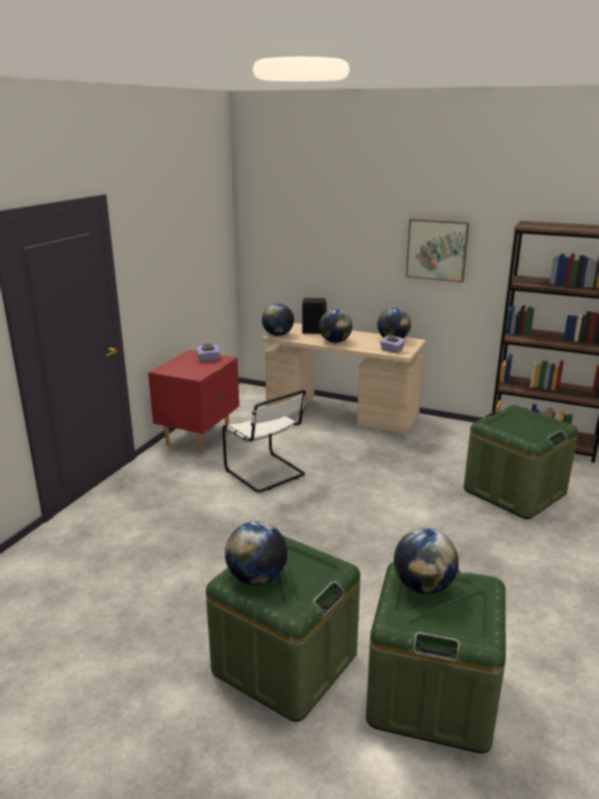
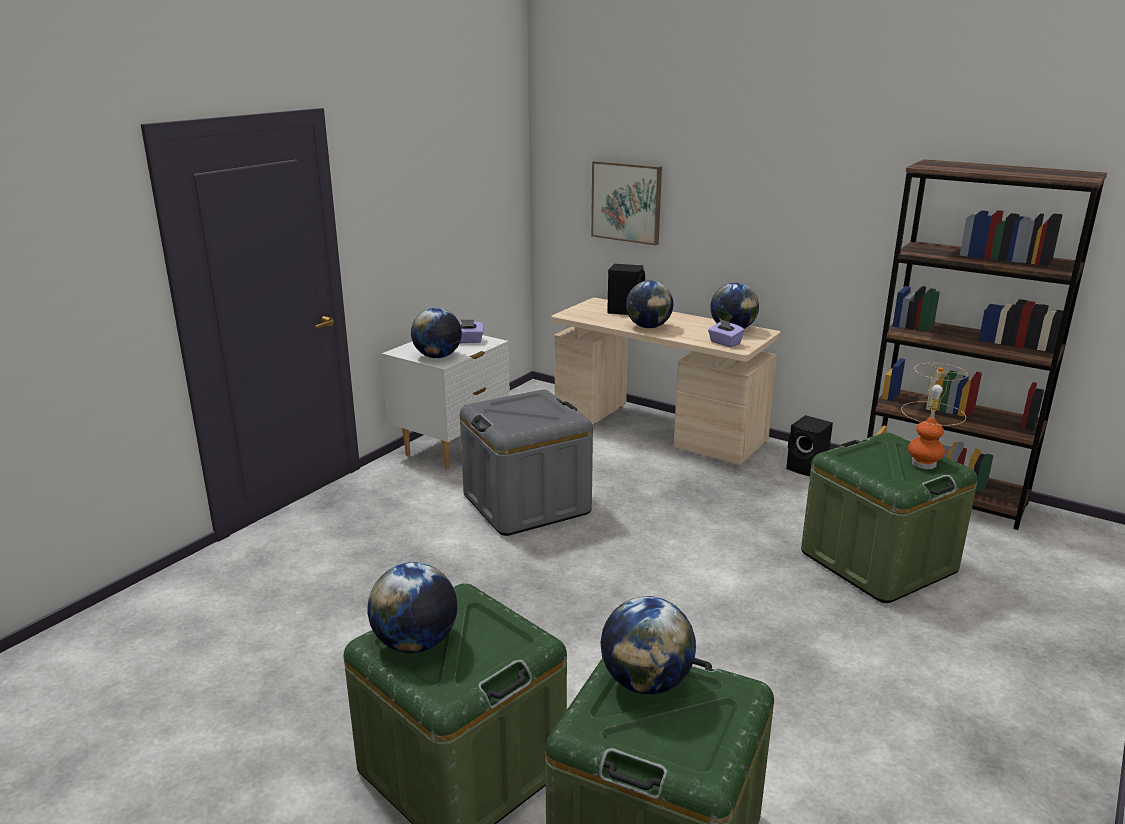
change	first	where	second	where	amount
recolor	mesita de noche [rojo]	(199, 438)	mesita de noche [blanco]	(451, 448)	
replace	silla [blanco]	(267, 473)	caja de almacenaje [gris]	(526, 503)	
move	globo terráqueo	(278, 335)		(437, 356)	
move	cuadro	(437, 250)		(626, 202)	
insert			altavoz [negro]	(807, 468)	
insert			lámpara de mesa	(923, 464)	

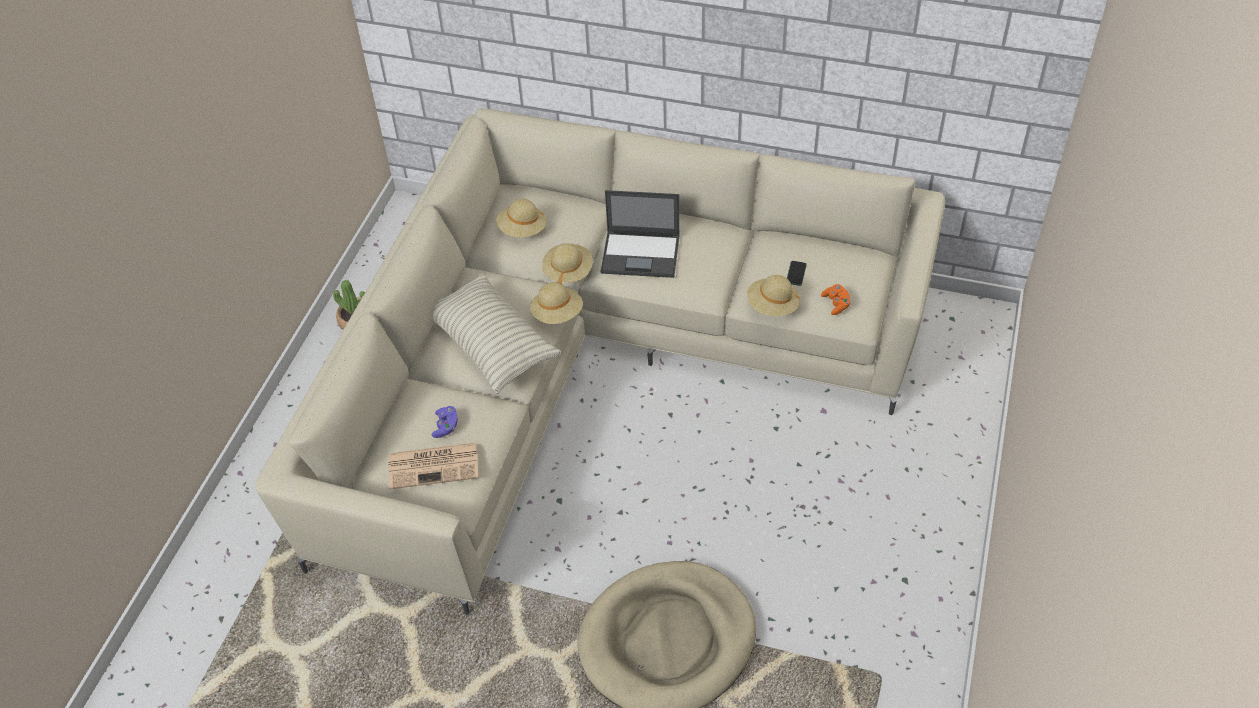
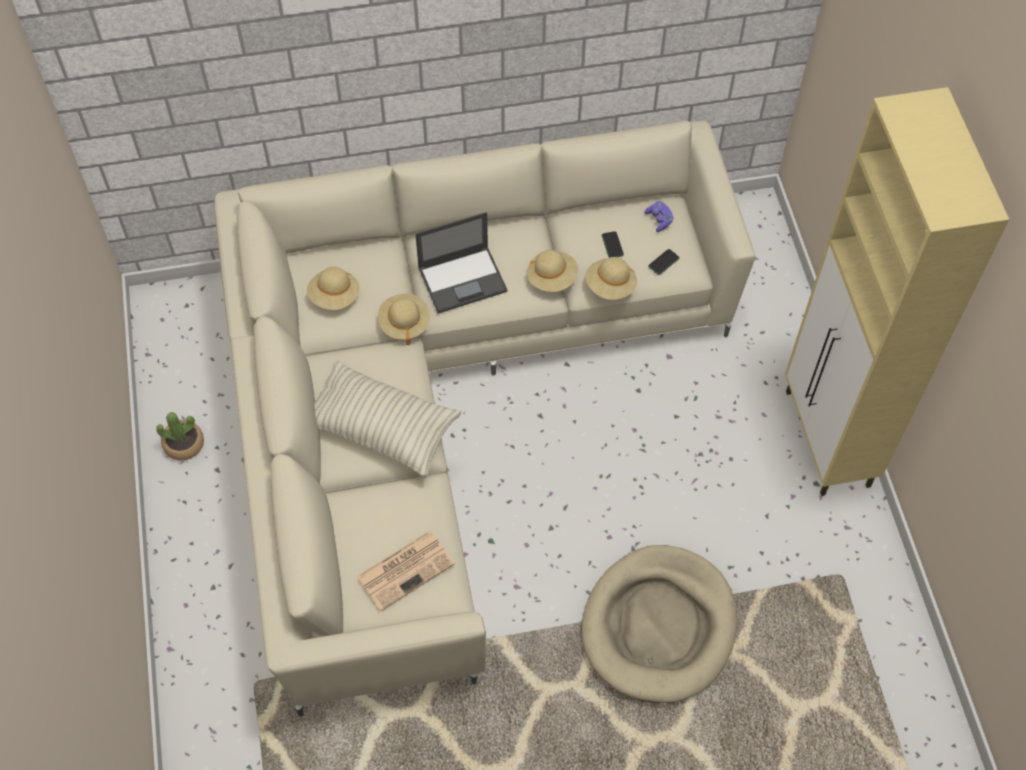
change	first	where	second	where	amount
move	mando de consola [morado]	(446, 426)		(659, 220)	
move	sombrero [beis]	(557, 314)		(552, 278)	
replace	mando de consola [naranja]	(836, 304)	móvil	(663, 262)	
insert			armario [beis]	(827, 440)	

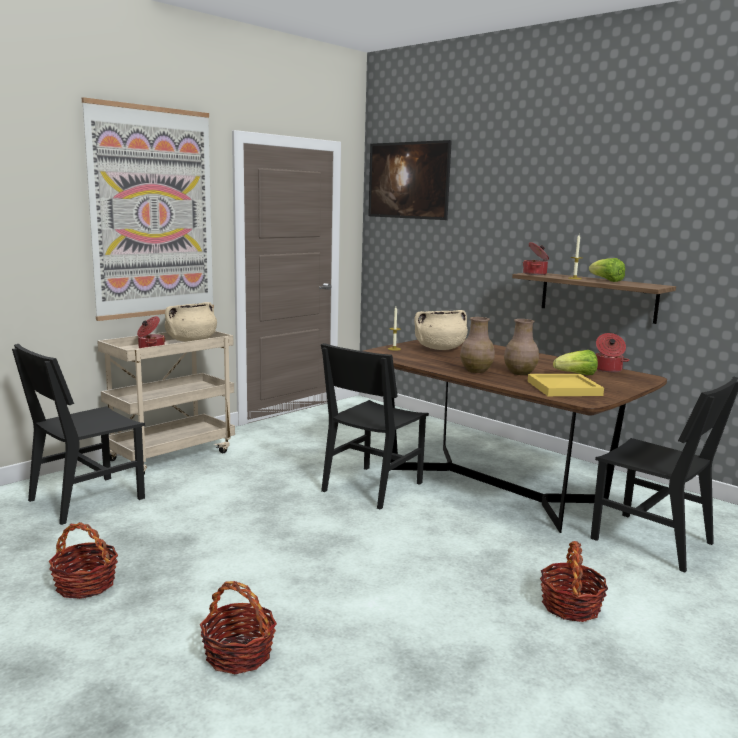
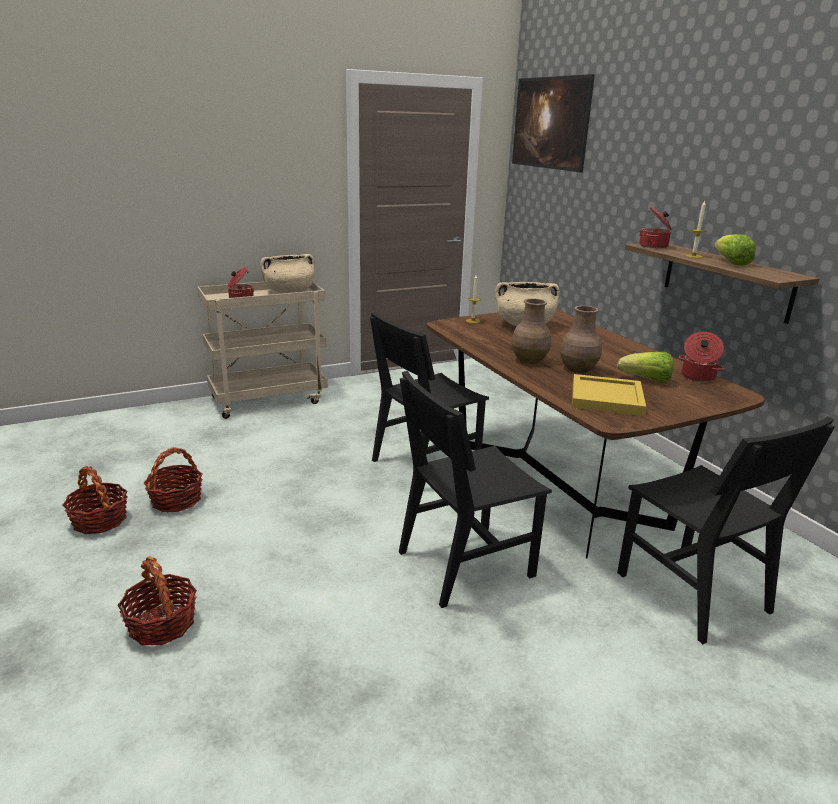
change	first	where	second	where	amount
move	silla [negro]	(86, 499)		(465, 563)	
delete	cuadro	(153, 213)			
move	cesta	(570, 606)		(176, 500)	

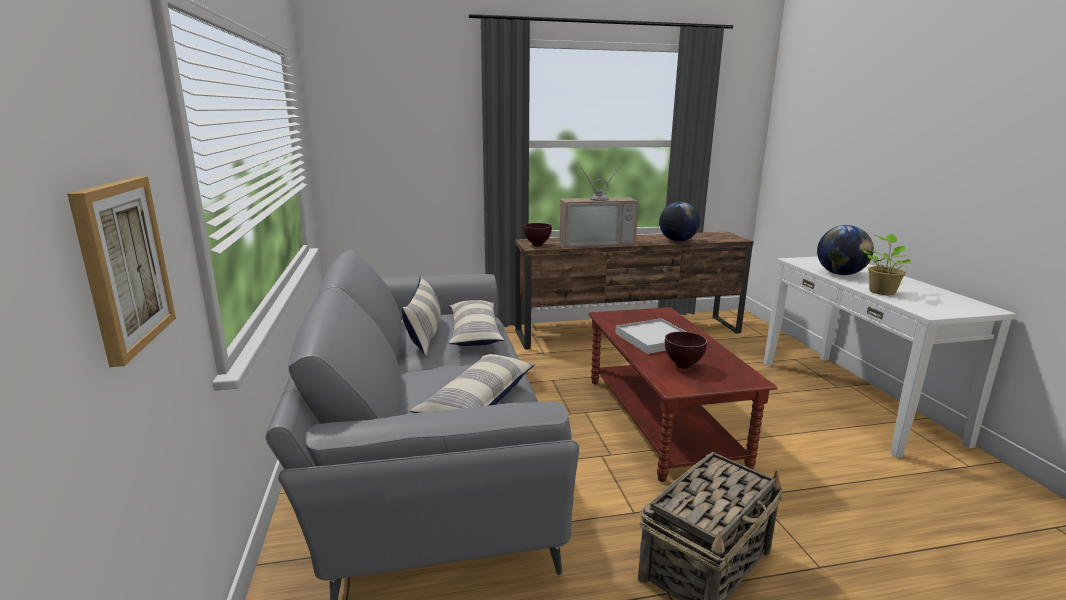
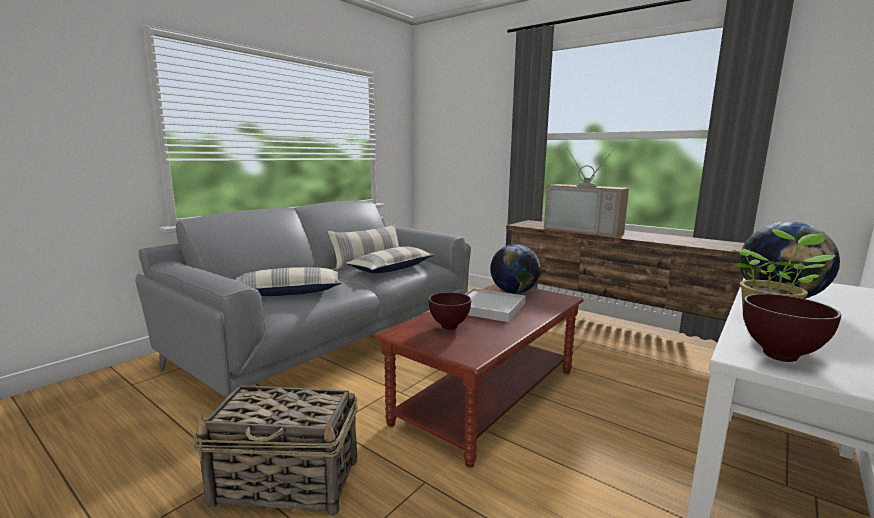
change	first	where	second	where	amount
delete	cuadro	(122, 265)			
move	cuenco [marrón]	(537, 245)		(780, 356)	
move	globo terráqueo	(677, 241)		(513, 292)	

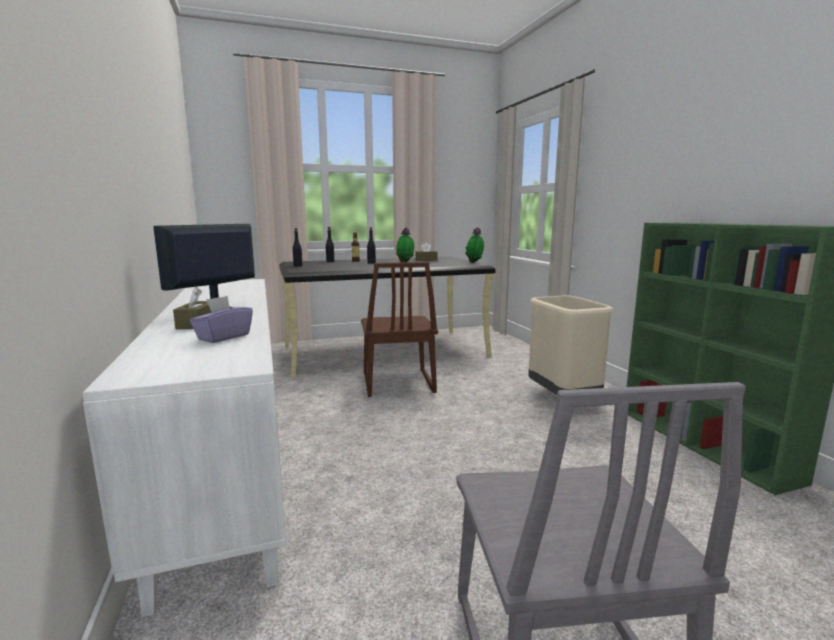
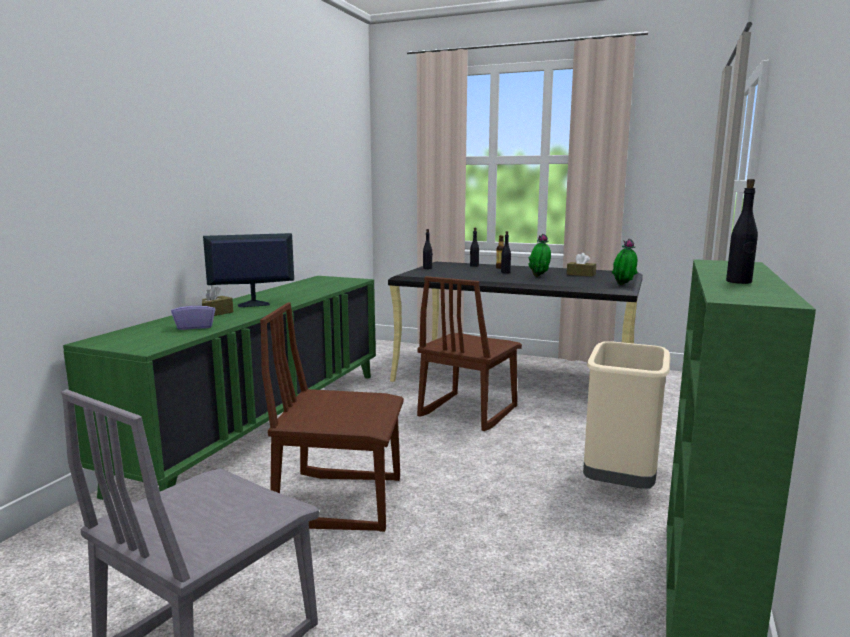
change	first	where	second	where	amount
recolor	armario [blanco]	(229, 449)	armario [verde]	(264, 423)	
insert			silla [marrón]	(340, 500)	
insert			botella [negro]	(739, 282)	

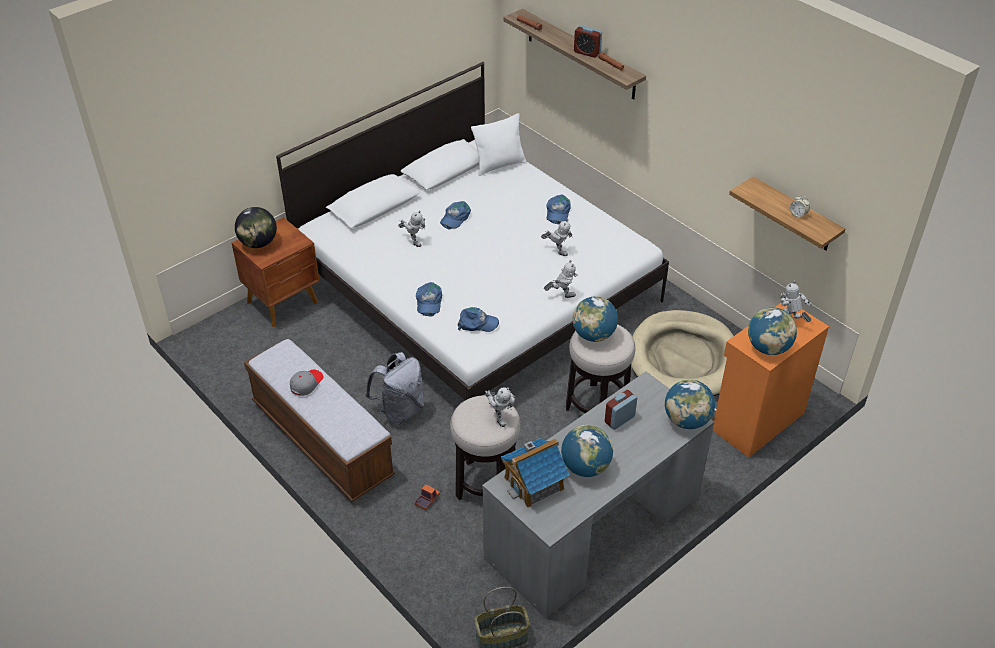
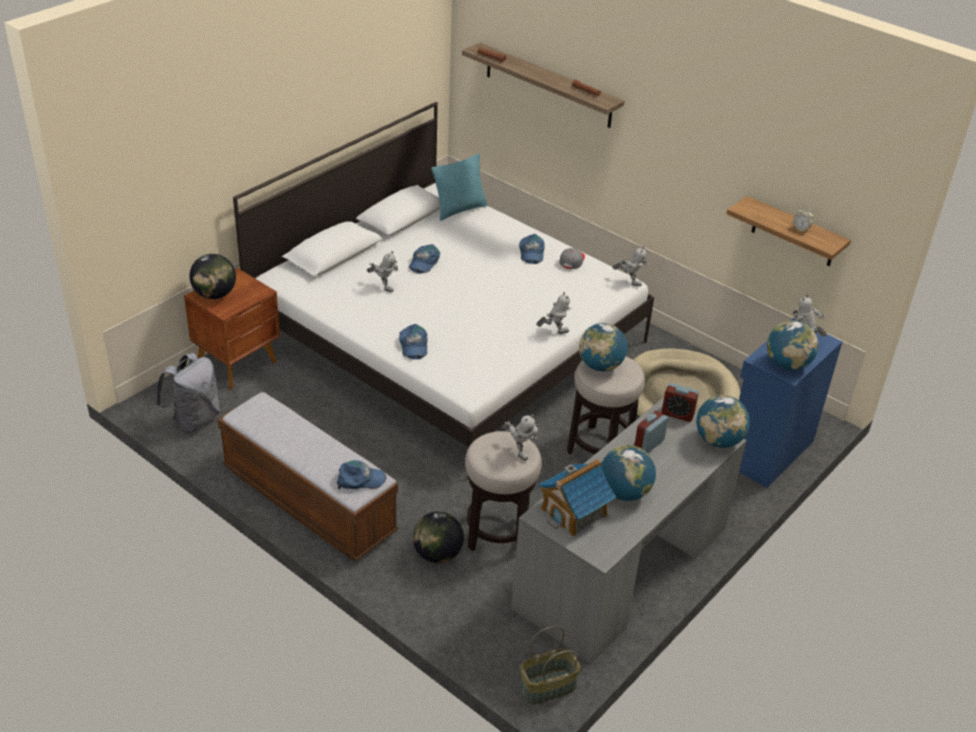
change	first	where	second	where	amount
move	gorra [gris]	(306, 384)		(572, 261)	
move	mochila [gris]	(399, 411)		(194, 419)	
replace	camión de juguete	(427, 500)	globo terráqueo	(437, 554)	
move	gorra [azul]	(477, 323)		(360, 479)	
recolor	cojín [blanco]	(499, 165)	cojín [turquesa]	(459, 210)	
move	robot de juguete	(557, 250)		(629, 281)	
move	despertador	(587, 52)		(677, 414)	
recolor	armario [naranja]	(756, 421)	armario [azul]	(767, 451)	

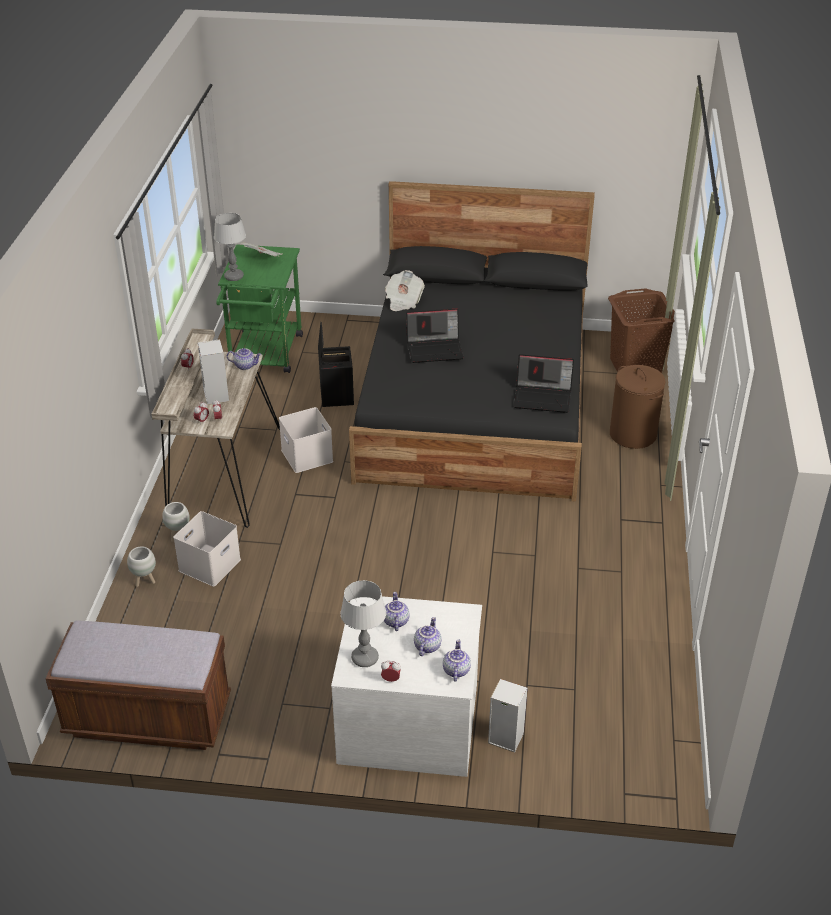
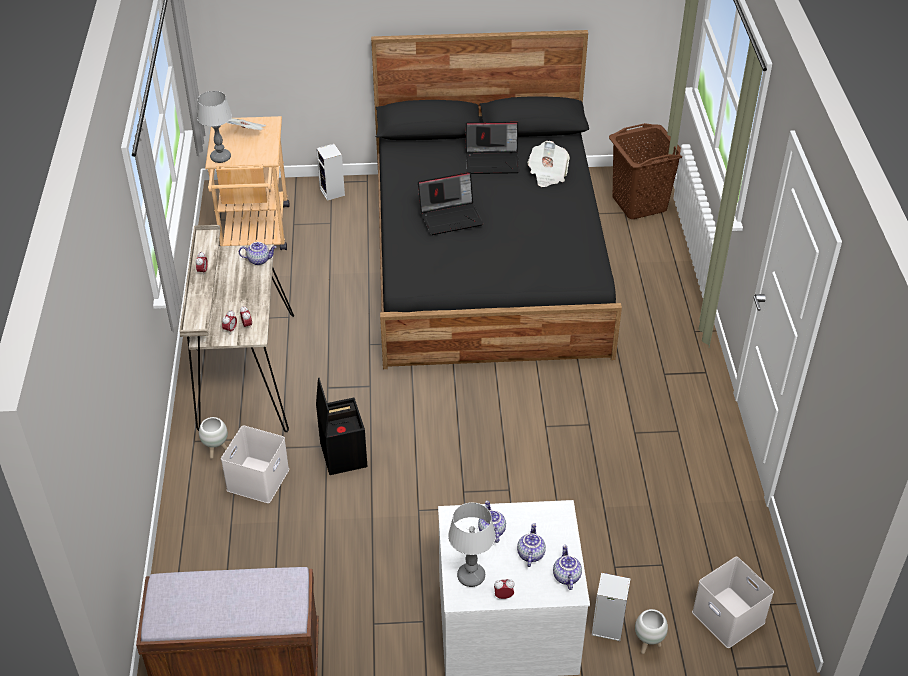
change	first	where	second	where	amount
move	maceta [blanco]	(145, 581)		(648, 644)	
move	altavoz	(217, 396)		(333, 193)	
recolor	carrito [verde]	(264, 356)	carrito [beis]	(255, 234)	
move	caja de almacenaje [blanco]	(308, 456)		(730, 617)	
move	caja de almacenaje [negro]	(336, 394)		(342, 454)	
move	periódico	(403, 301)		(547, 174)	
move	portátil	(543, 397)		(493, 161)	
delete	cesto de la ropa [marrón]	(633, 434)			

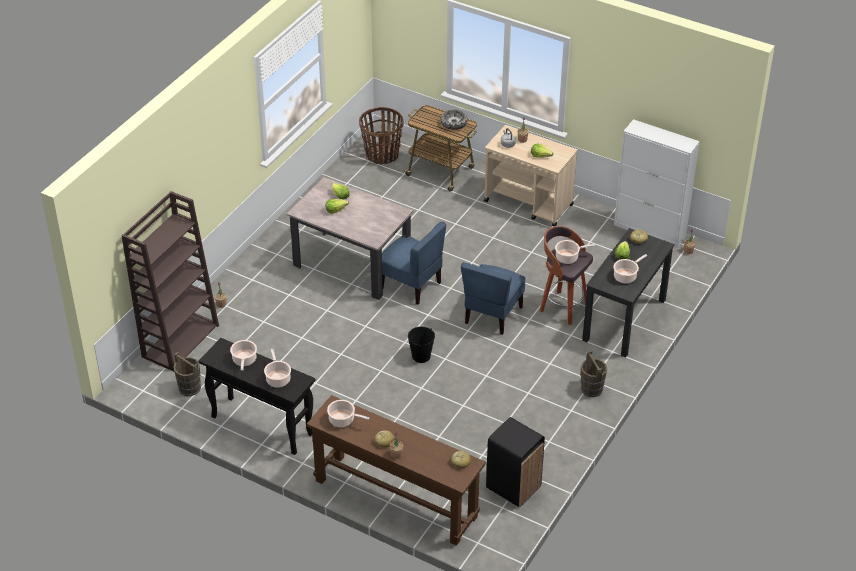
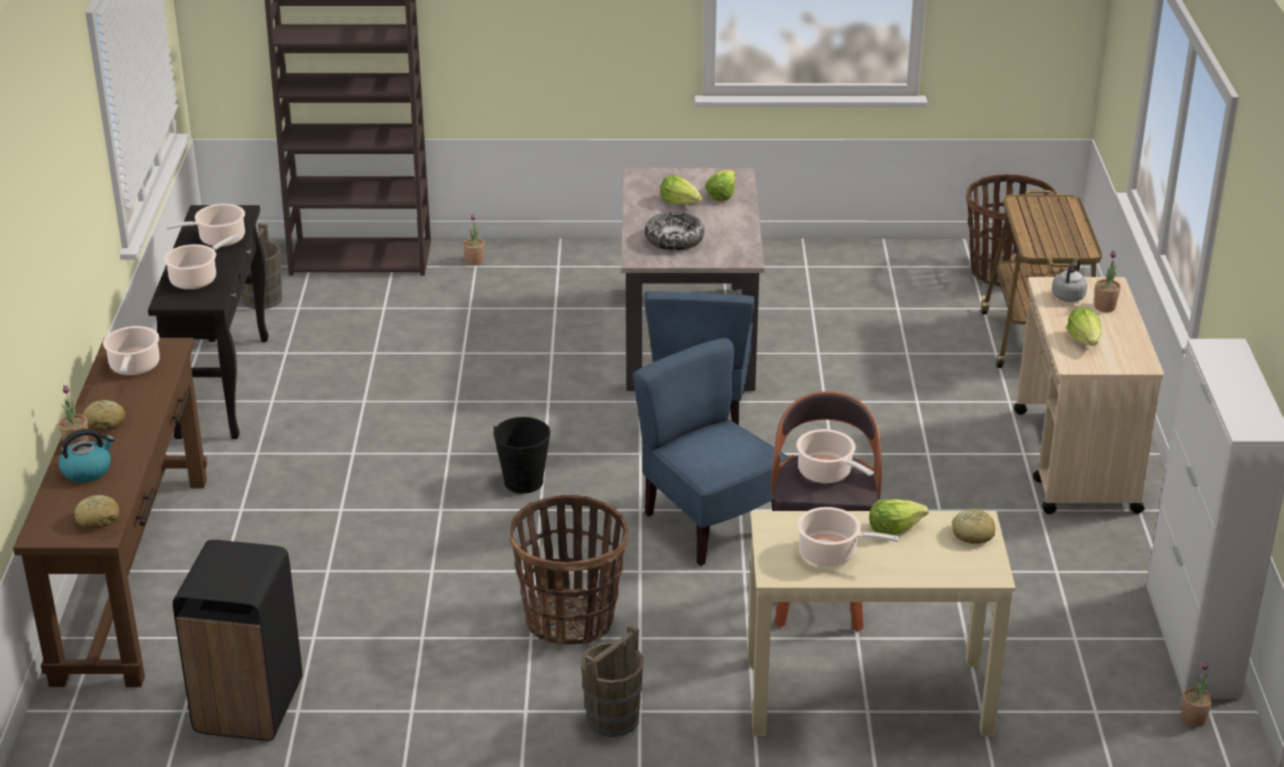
change	first	where	second	where	amount
move	cuenco	(453, 123)		(674, 240)	
rotate	silla [azul]	(492, 315)		(710, 523)	60 degrees clockwise
recolor	escritorio [negro]	(624, 320)	escritorio [beis]	(866, 696)	
insert			hervidor	(87, 470)	
insert			cesta	(570, 620)	

